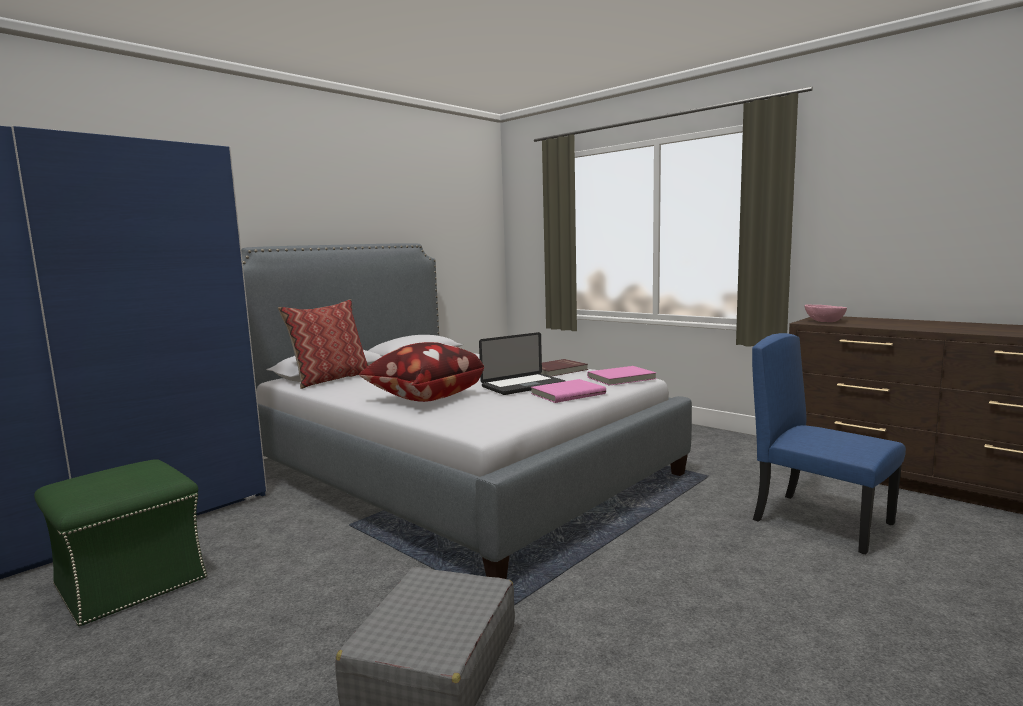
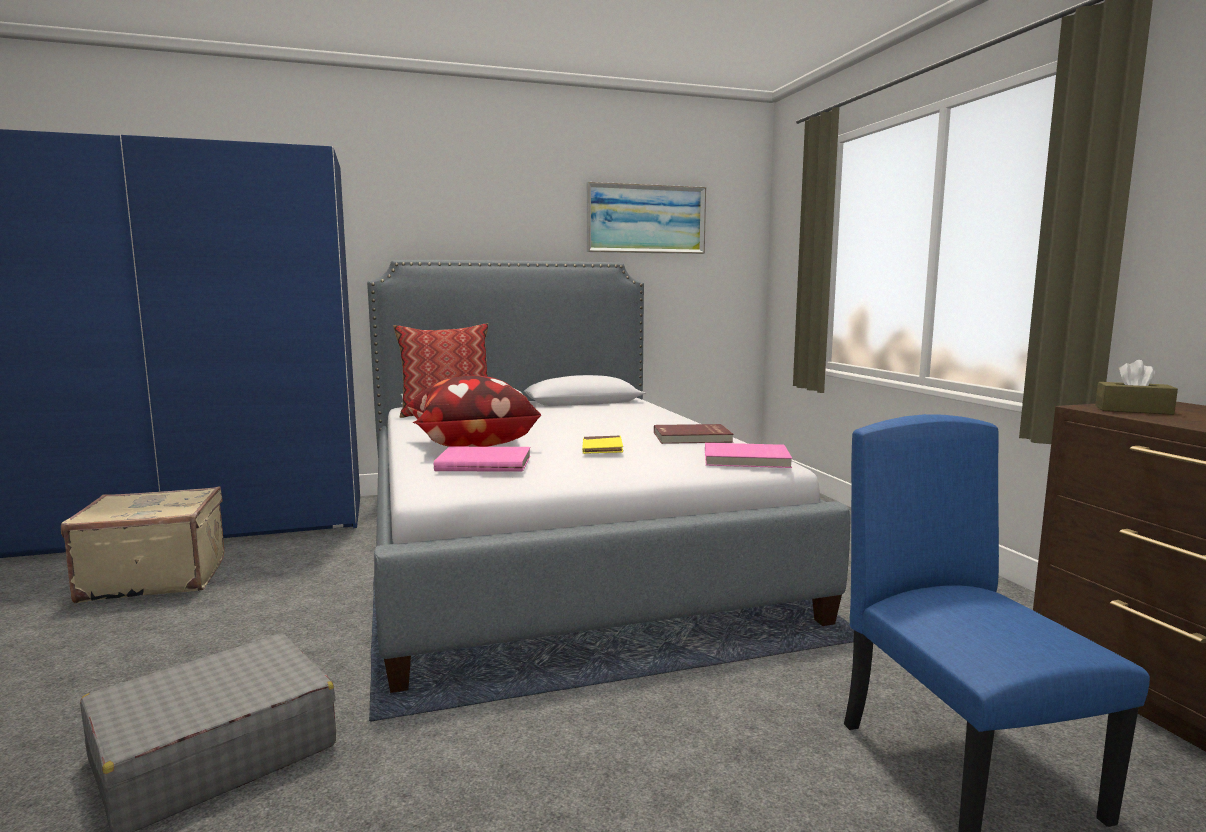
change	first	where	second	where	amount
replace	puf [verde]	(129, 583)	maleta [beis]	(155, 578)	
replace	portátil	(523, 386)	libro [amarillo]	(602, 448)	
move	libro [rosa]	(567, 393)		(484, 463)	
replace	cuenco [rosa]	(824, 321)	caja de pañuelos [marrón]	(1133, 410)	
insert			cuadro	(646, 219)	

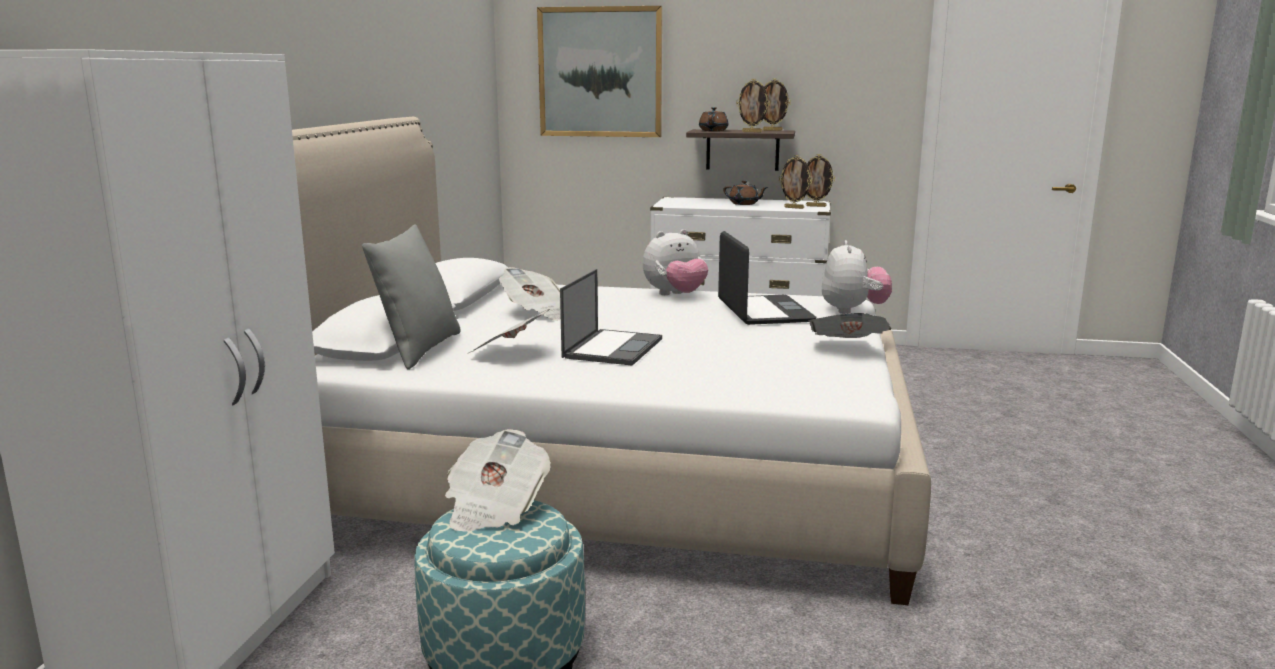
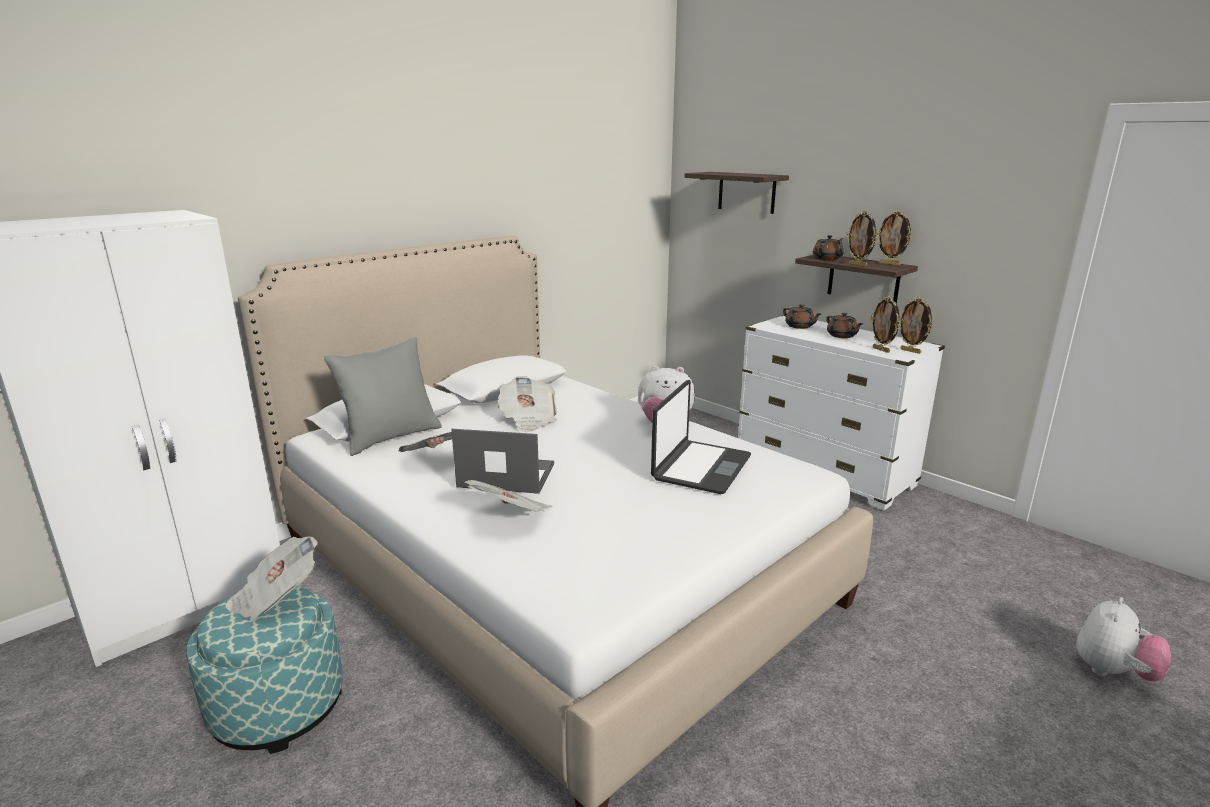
change	first	where	second	where	amount
replace	cuadro	(600, 72)	estante	(746, 192)	
rotate	portátil	(613, 348)		(505, 476)	135 degrees counterclockwise
move	periódico	(847, 348)		(511, 516)	
move	peluche	(853, 311)		(1112, 672)	
insert			tetera [marrón]	(799, 326)	

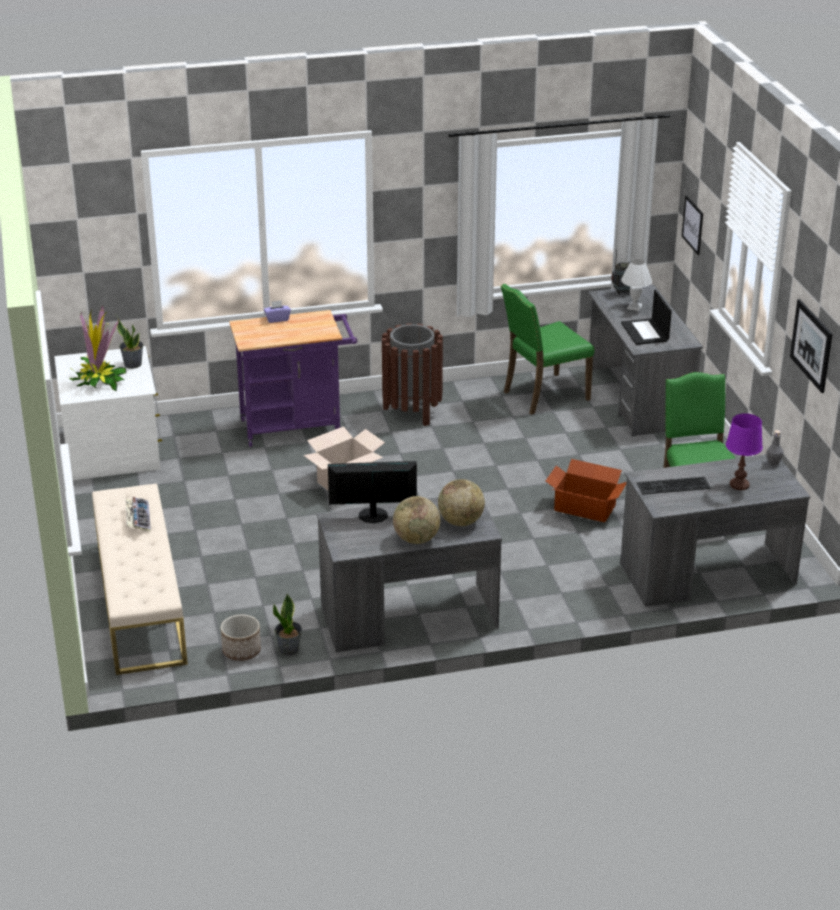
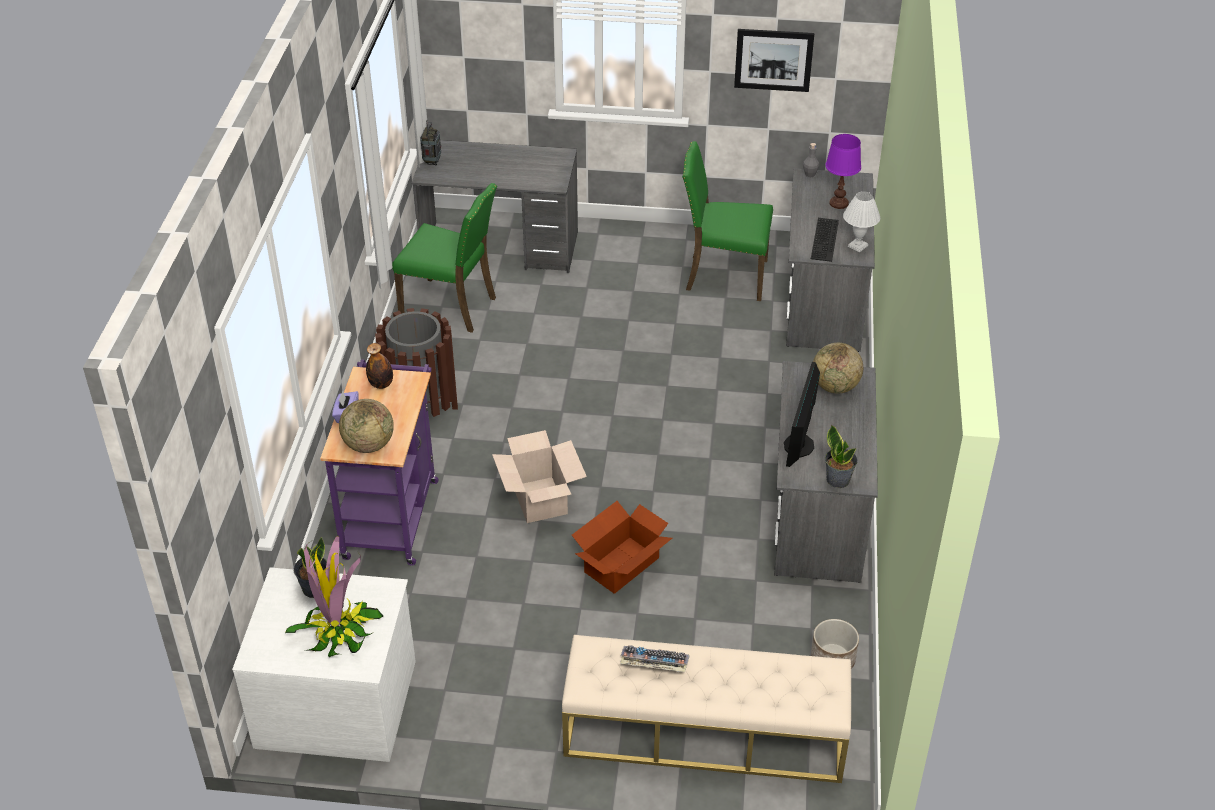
change	first	where	second	where	amount
move	planta en maceta	(289, 649)		(838, 479)	
move	globo terráqueo	(416, 539)		(369, 445)	
rotate	silla [verde]	(543, 395)		(451, 307)	60 degrees counterclockwise
move	caja de cartón	(584, 507)		(620, 565)	
move	lámpara de mesa [blanco]	(634, 307)		(857, 246)	
delete	portátil	(645, 332)			
delete	cuadro	(693, 225)			
insert			botella	(381, 384)	

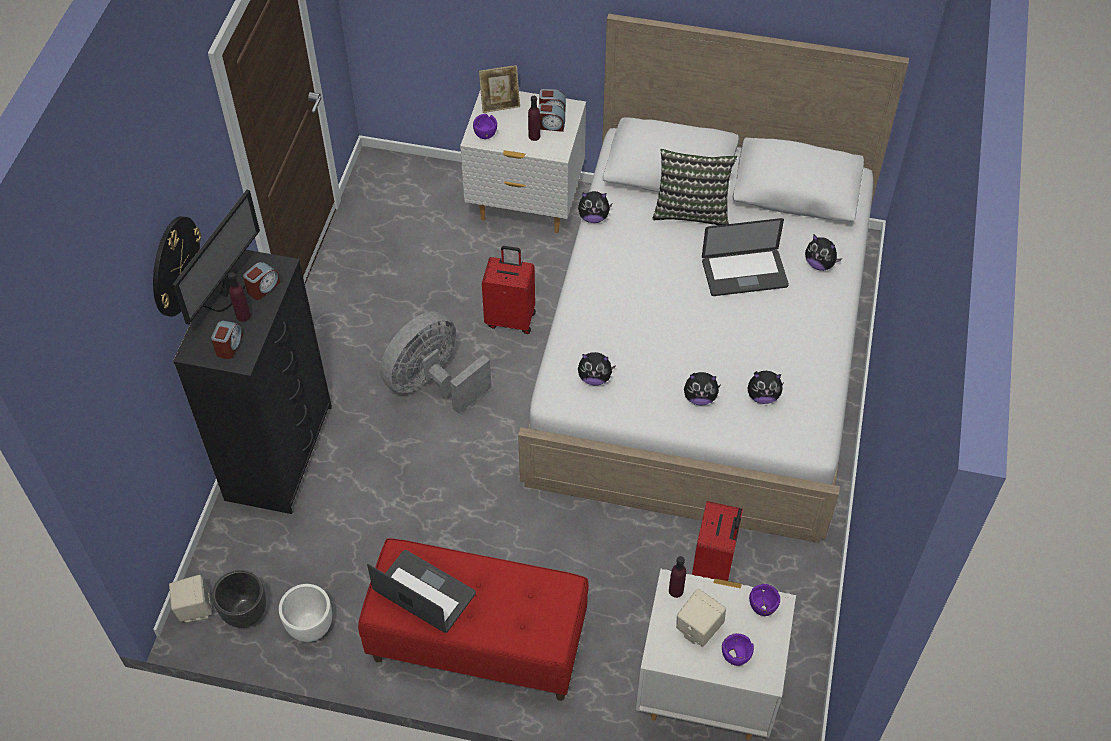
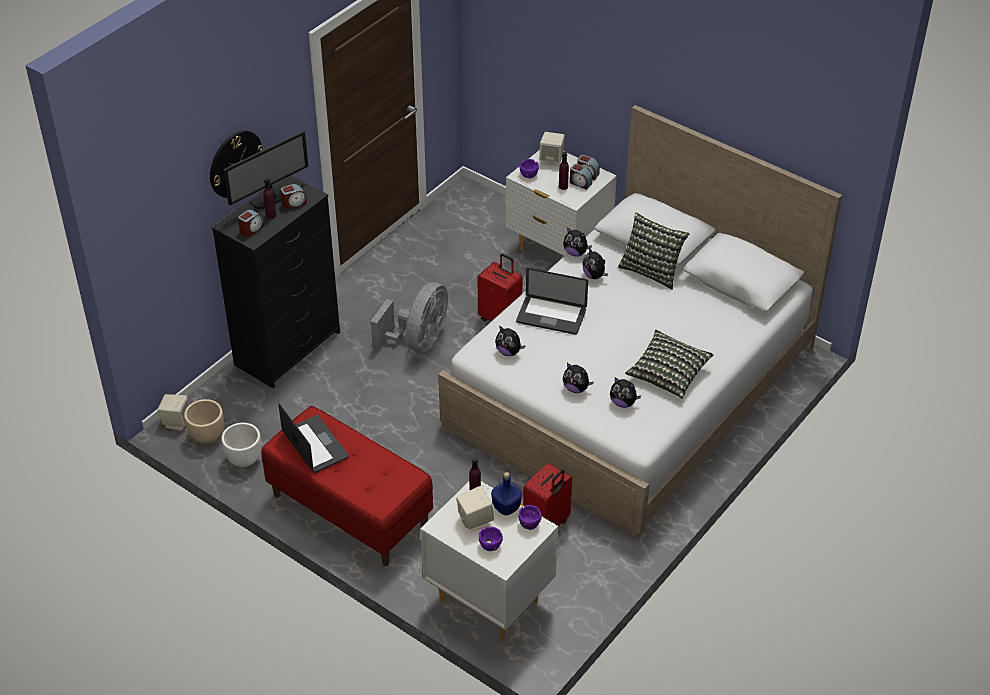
change	first	where	second	where	amount
recolor	maceta [negro]	(245, 613)	maceta [beis]	(207, 436)	
rotate	ventilador [gris]	(432, 384)		(418, 342)	135 degrees clockwise
replace	portarretratos	(500, 105)	altavoz [beis]	(552, 159)	
move	portátil	(744, 274)		(551, 316)	
move	peluche	(819, 264)		(594, 275)	
insert			botella [azul]	(506, 507)	
insert			cojín	(668, 373)	

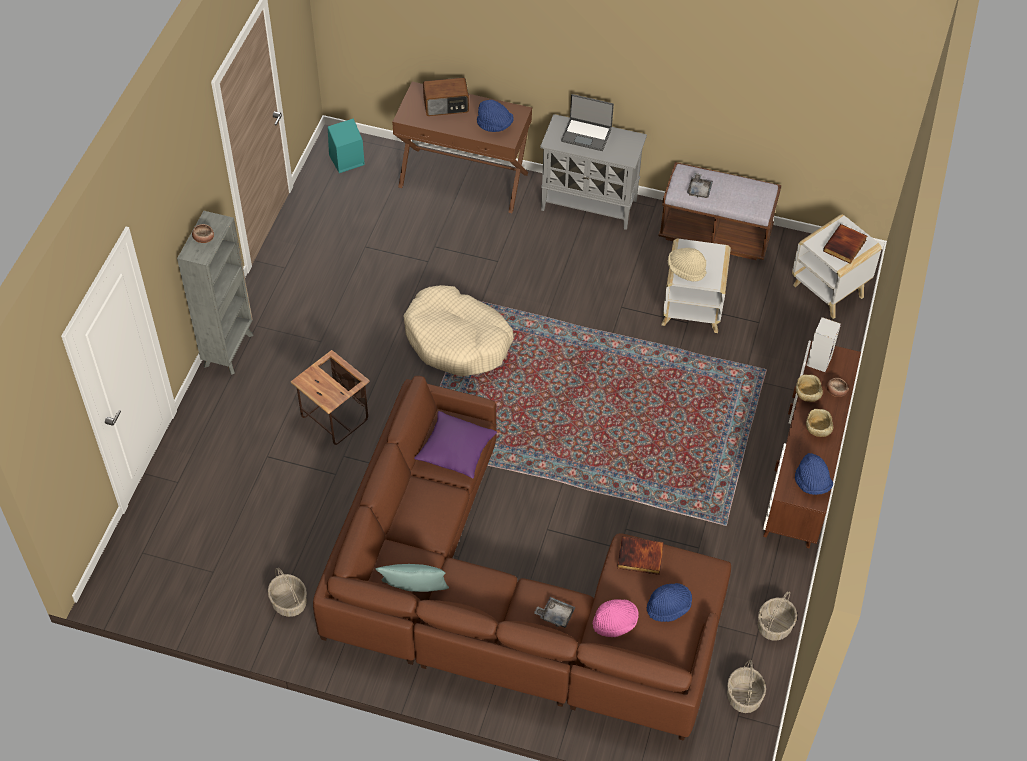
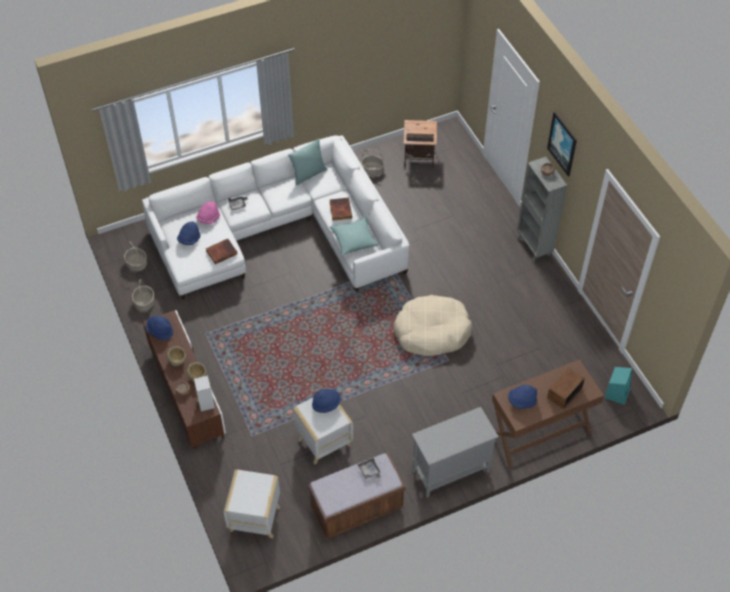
change	first	where	second	where	amount
move	mesa auxiliar	(335, 419)		(418, 158)	
recolor	sofá [marrón]	(508, 599)	sofá [blanco]	(279, 233)	
recolor	cojín [morado]	(455, 451)	cojín [turquesa]	(354, 240)	
delete	portátil	(586, 134)			
recolor	sombrero [beis]	(686, 270)	sombrero [azul]	(326, 404)	
move	libro	(845, 246)		(340, 210)	
insert			cuadro	(562, 143)	

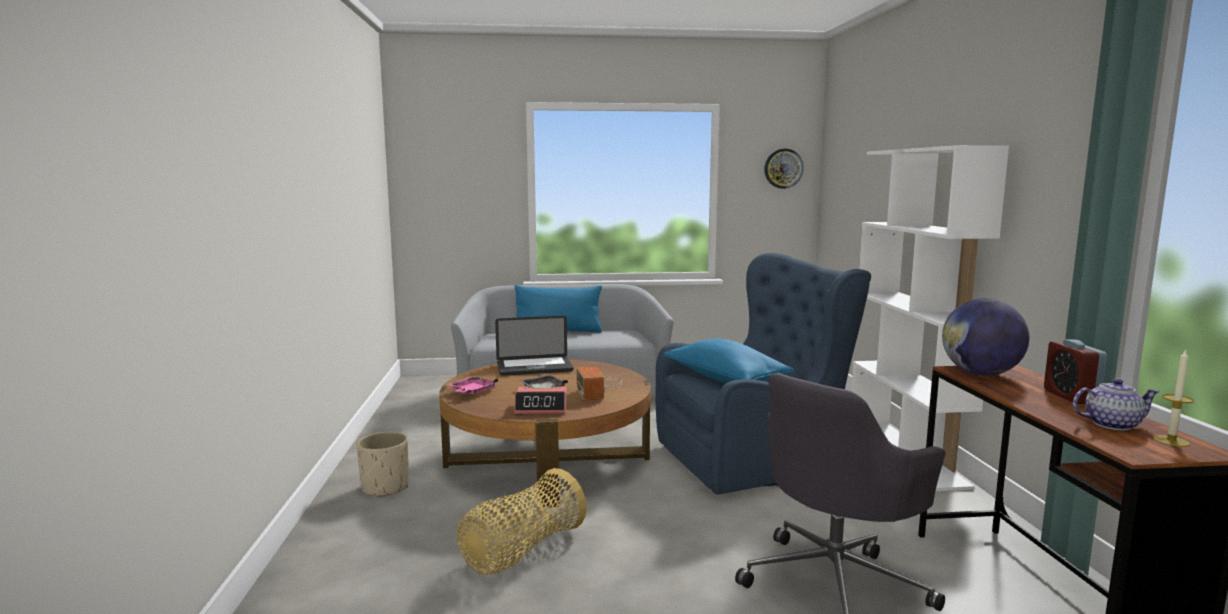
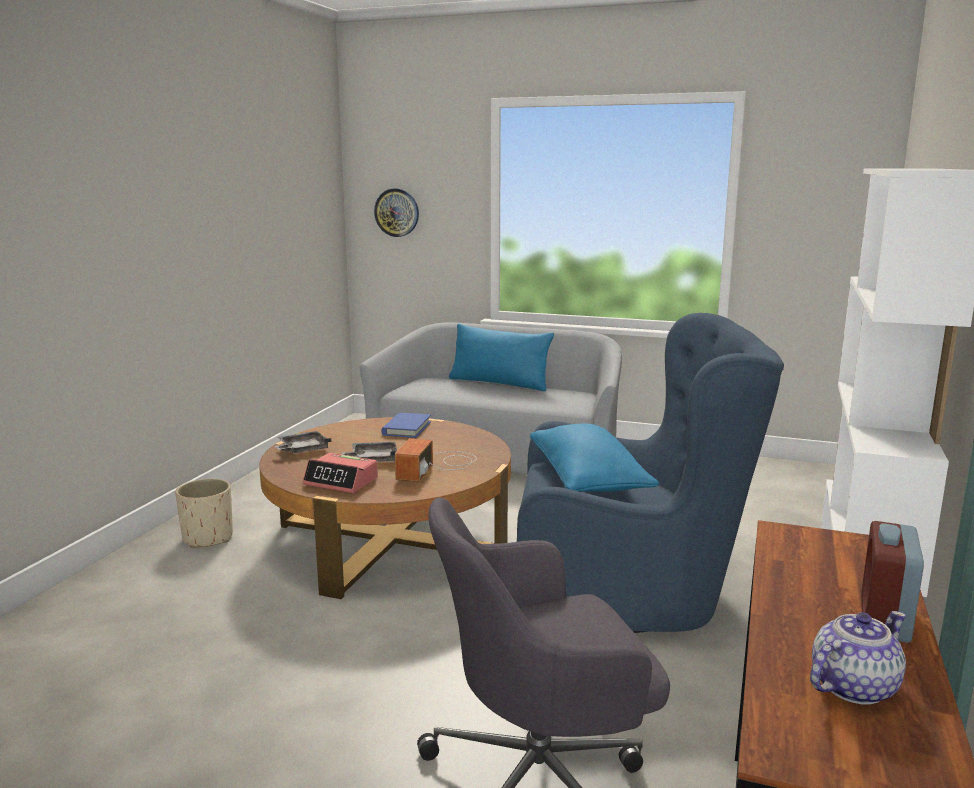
change	first	where	second	where	amount
recolor	bandeja [rosa]	(472, 392)	bandeja [gris]	(302, 450)	
delete	cesta	(521, 552)			
replace	portátil	(534, 367)	libro [azul]	(406, 428)	
move	reloj de pared	(783, 168)		(397, 212)	
delete	globo terráqueo	(980, 374)			
rotate	tetera	(1111, 424)		(852, 687)	60 degrees counterclockwise
delete	vela	(1171, 441)			

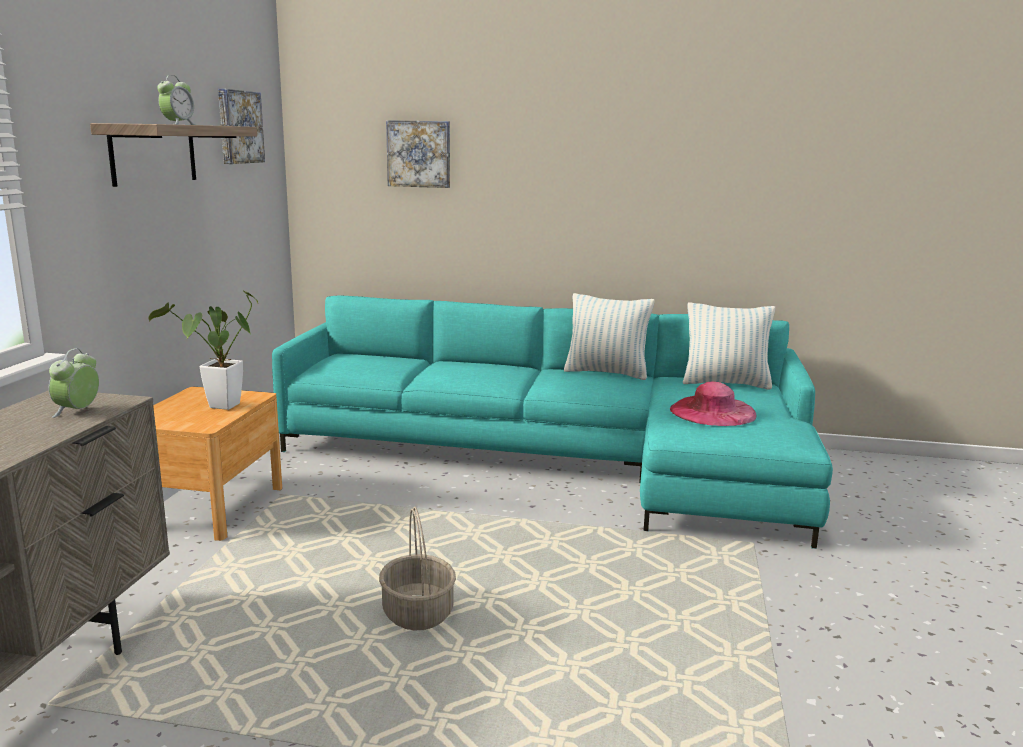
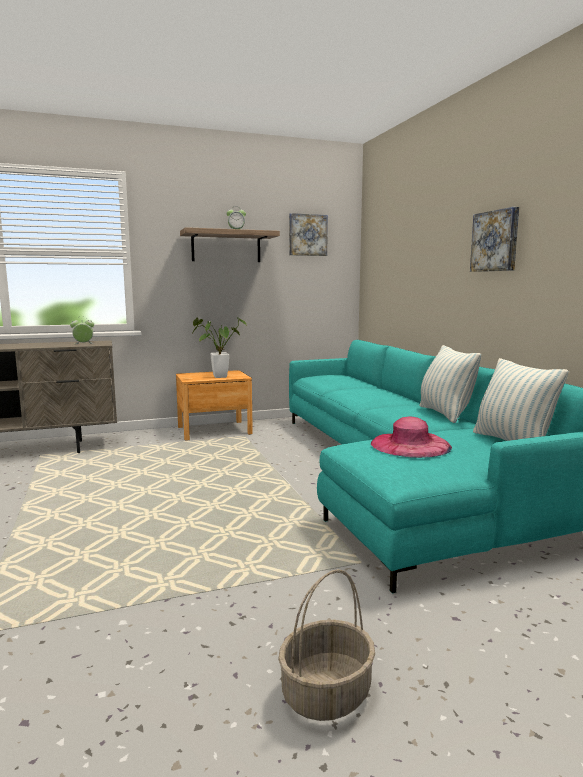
change	first	where	second	where	amount
move	cesta	(418, 613)		(326, 694)	
move	cuadro	(419, 154)		(496, 241)	

